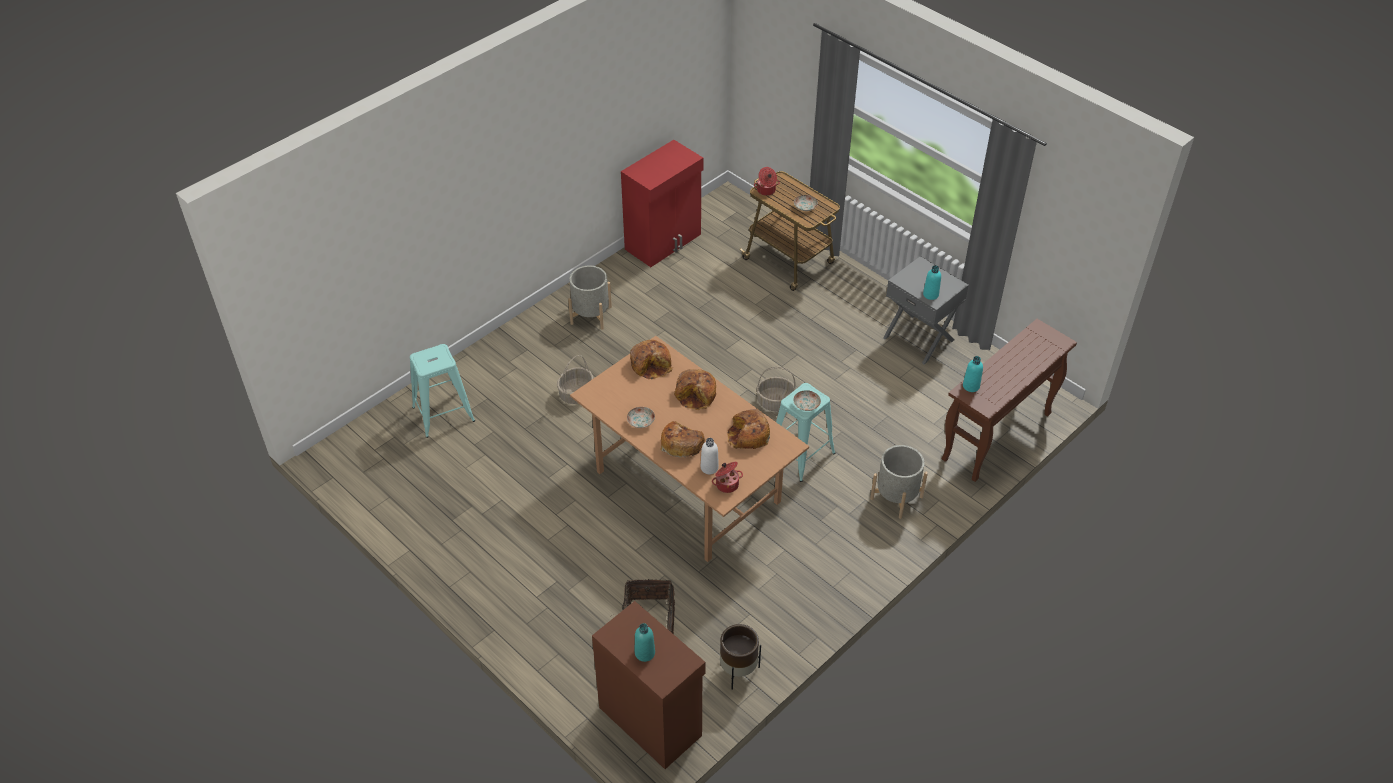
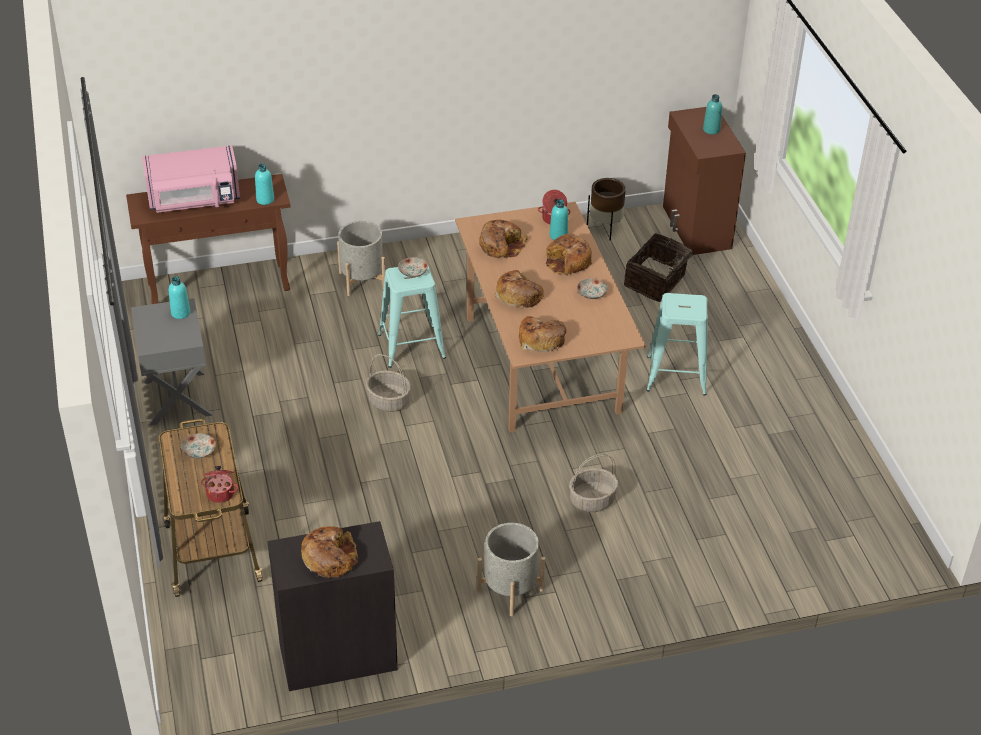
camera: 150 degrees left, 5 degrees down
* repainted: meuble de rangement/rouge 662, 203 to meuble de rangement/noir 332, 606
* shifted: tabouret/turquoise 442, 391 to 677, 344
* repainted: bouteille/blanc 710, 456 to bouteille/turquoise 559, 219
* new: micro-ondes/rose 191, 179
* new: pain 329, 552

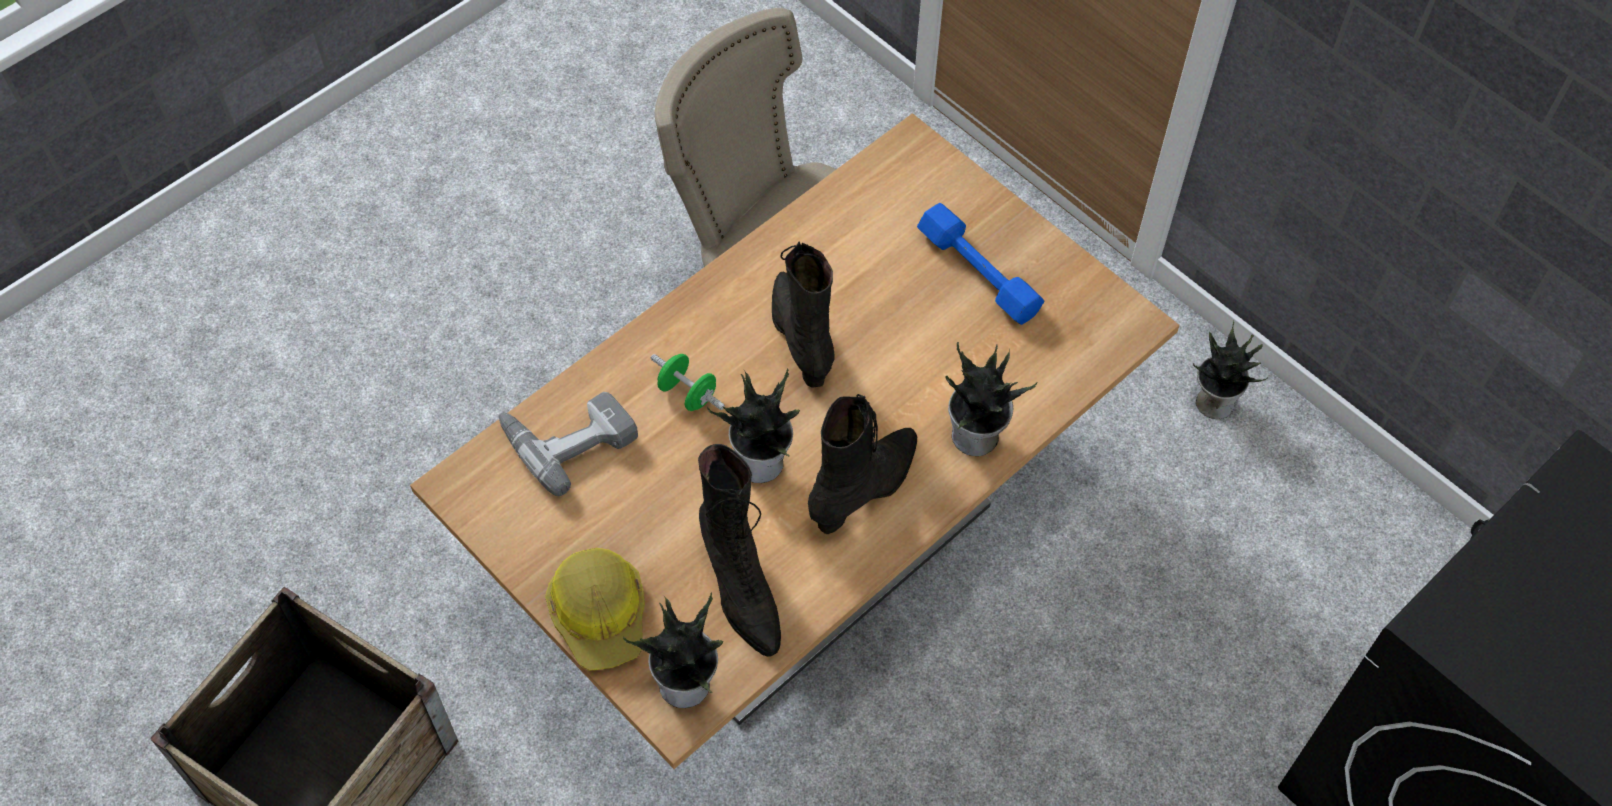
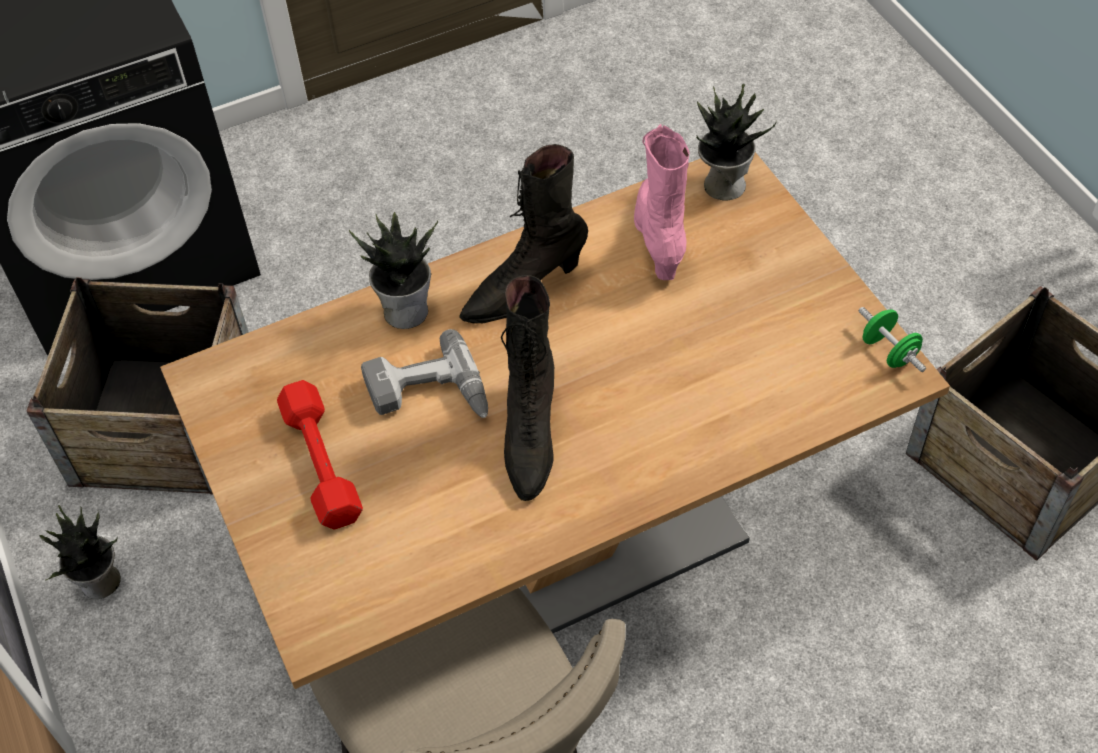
camera: 160 degrees left, 5 degrees down
* repainted: haltère/bleu 980, 264 to haltère/rouge 320, 455
* shifted: haltère/vert 688, 382 to 892, 339
* gone: plante en pot 753, 425
* shifted: perceuse 568, 444 to 424, 373
* repainted: botte/noir 739, 550 to botte/rose 661, 202
* gone: casque de chantier 595, 609
* new: caisse 137, 385

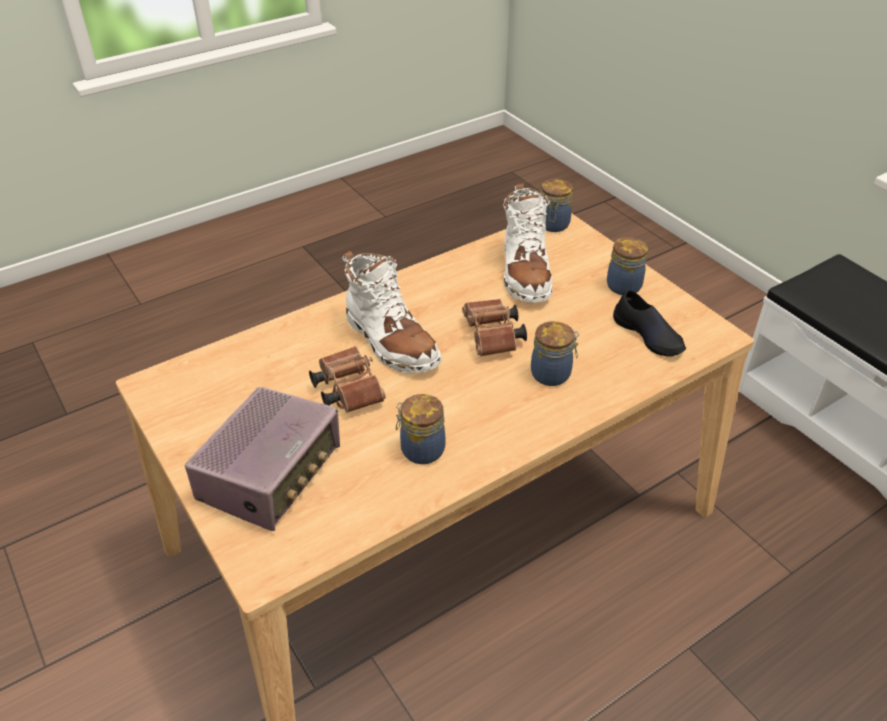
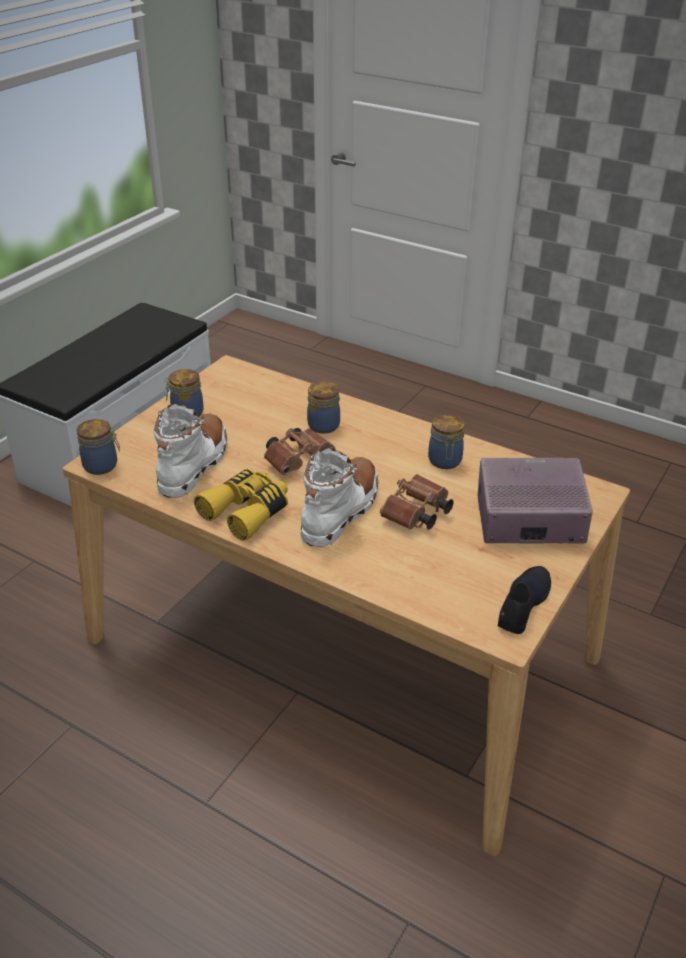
camera: 115 degrees left, 5 degrees down
* rotated: botte/blanc 527, 243 = 191, 451 45 degrees counterclockwise
* shifted: chaussure/noir 649, 323 to 524, 600
* new: jumelles/jaune 241, 505

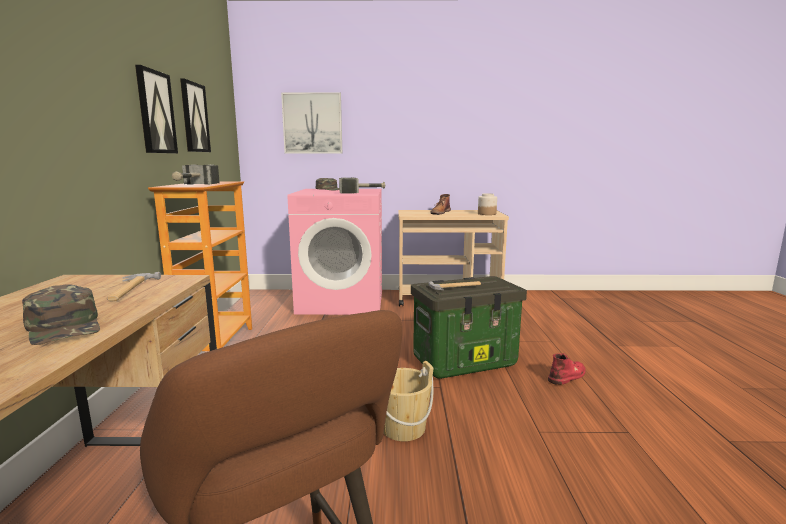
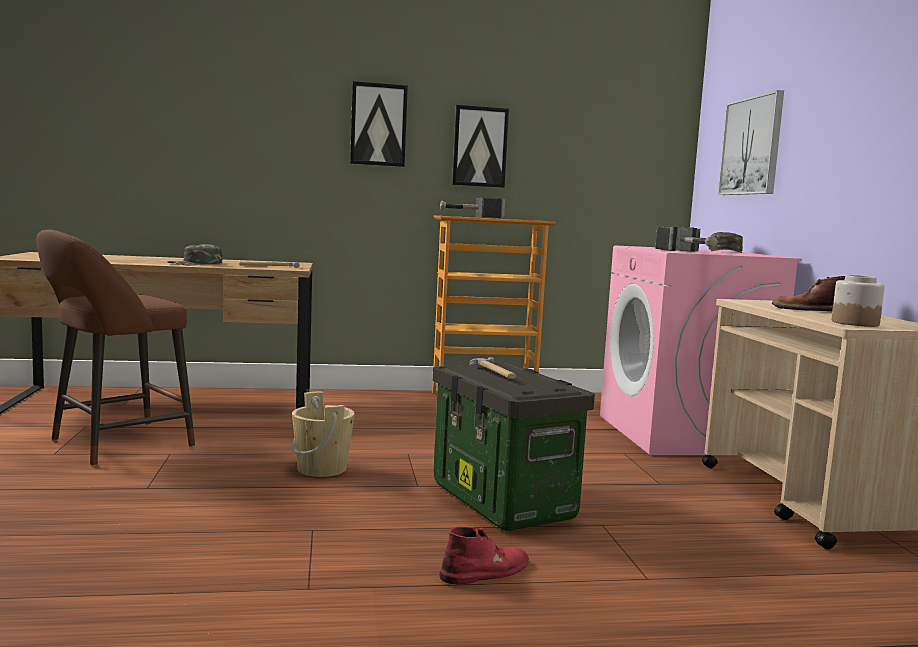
camera: 80 degrees right, 5 degrees down
* shifted: tableau 195, 115 to 379, 124
* rotated: botte/rouge 567, 369 = 484, 555 75 degrees counterclockwise

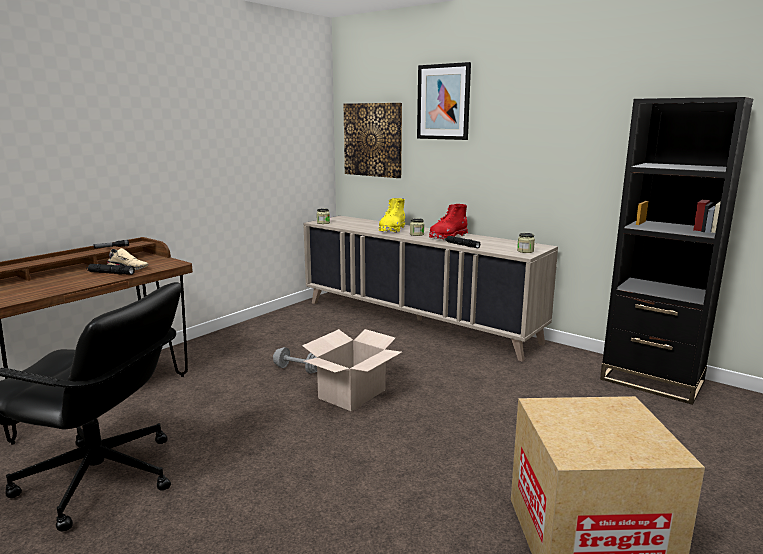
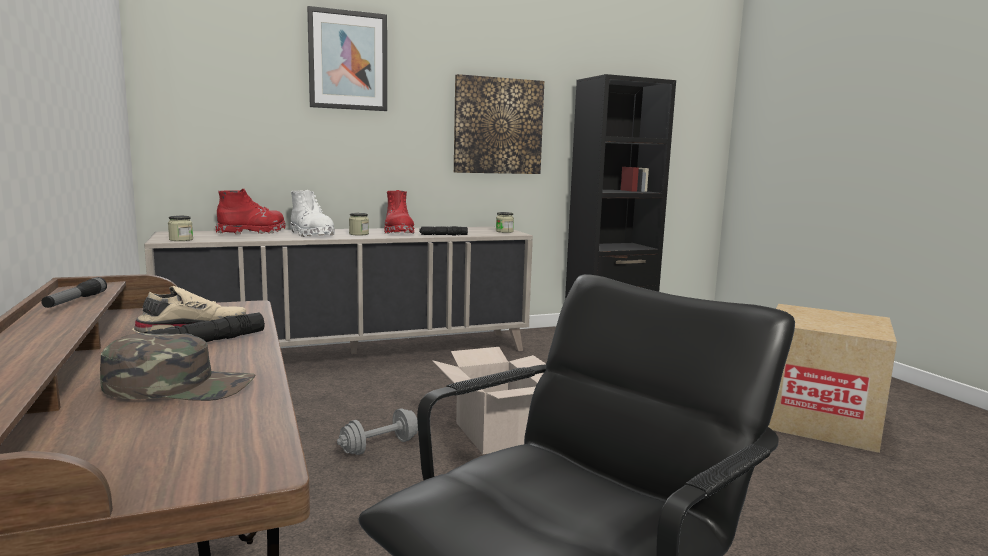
camera: 60 degrees left, 5 degrees down
* shifted: tableau 372, 140 to 499, 124
* repainted: botte/jaune 392, 215 to botte/blanc 312, 213
* new: botte/rouge 250, 211
* new: casquette/vert 177, 367

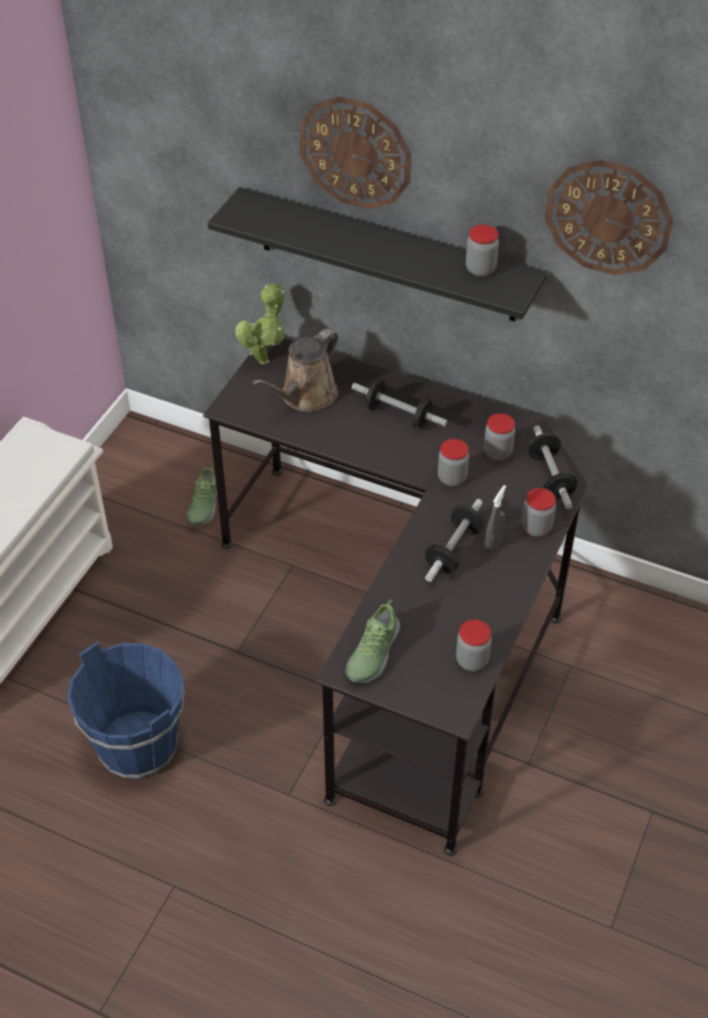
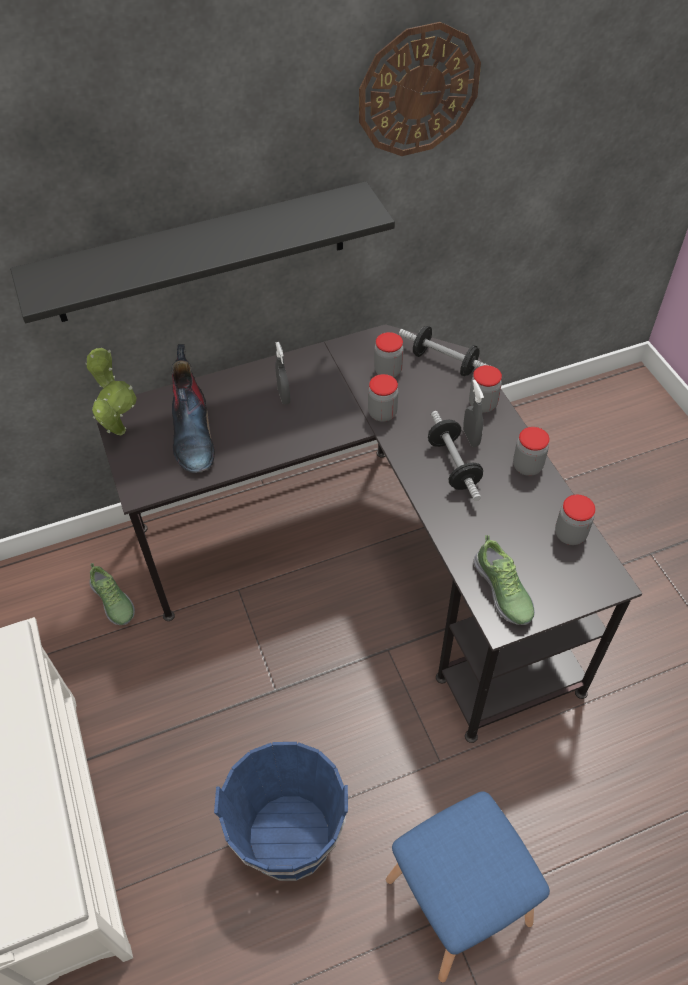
camera: 45 degrees left, 5 degrees up
* gone: horloge murale 355, 153
* shifted: bocal 482, 251 to 531, 451
* swapped: arrosoir/marron 295, 370 to botte 193, 408
* swapped: haltère 399, 404 to vaporisateur/gris 283, 373
* new: tabouret/bleu 468, 886

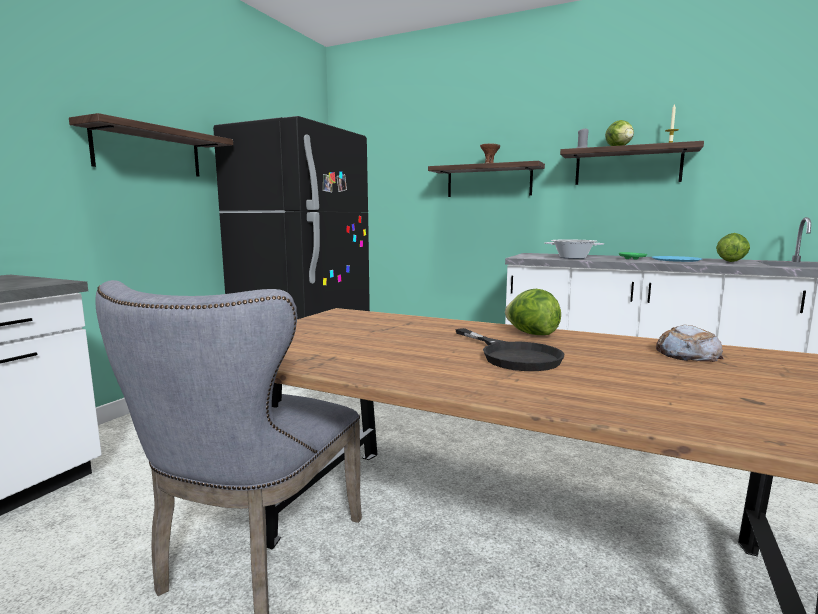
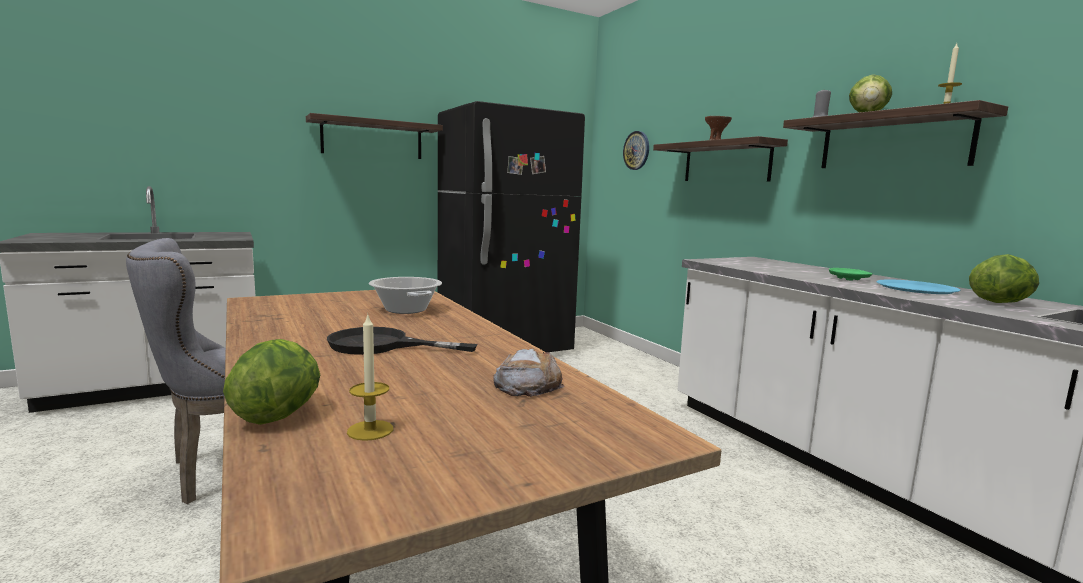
camera: 35 degrees right, 0 degrees up
* shifted: marmite 574, 249 to 405, 295
* shifted: laitue 533, 312 to 271, 382
* rotated: poêle/noir 509, 349 = 402, 341 90 degrees clockwise
* new: horloge murale 636, 150
* new: bougie 370, 377

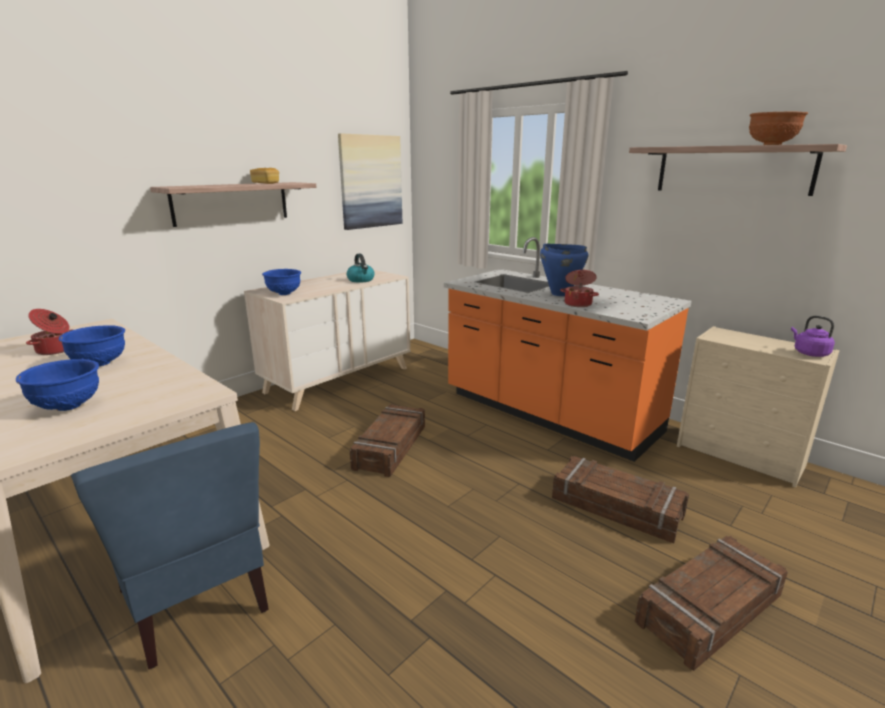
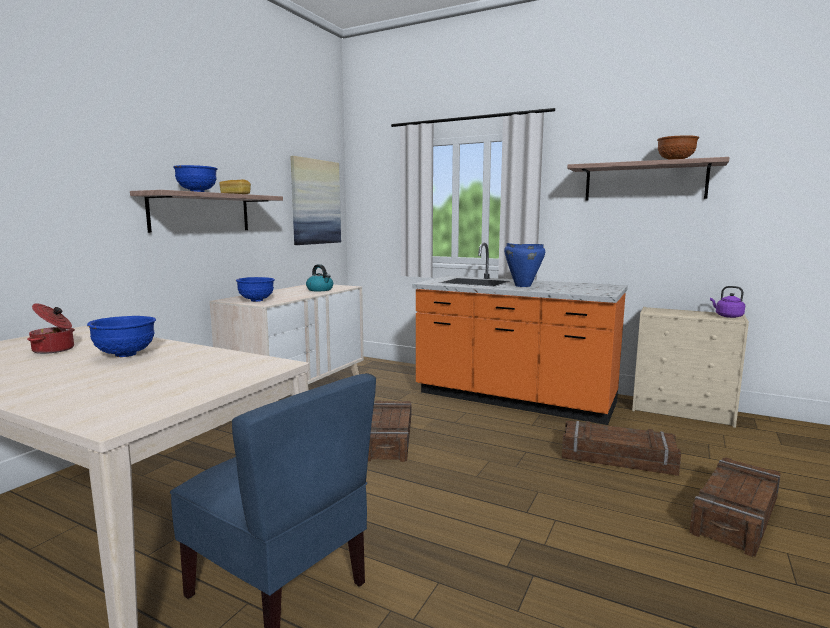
camera: 15 degrees left, 10 degrees down
* gone: marmite 579, 288
* shifted: bol/bleu 57, 385 to 195, 178

